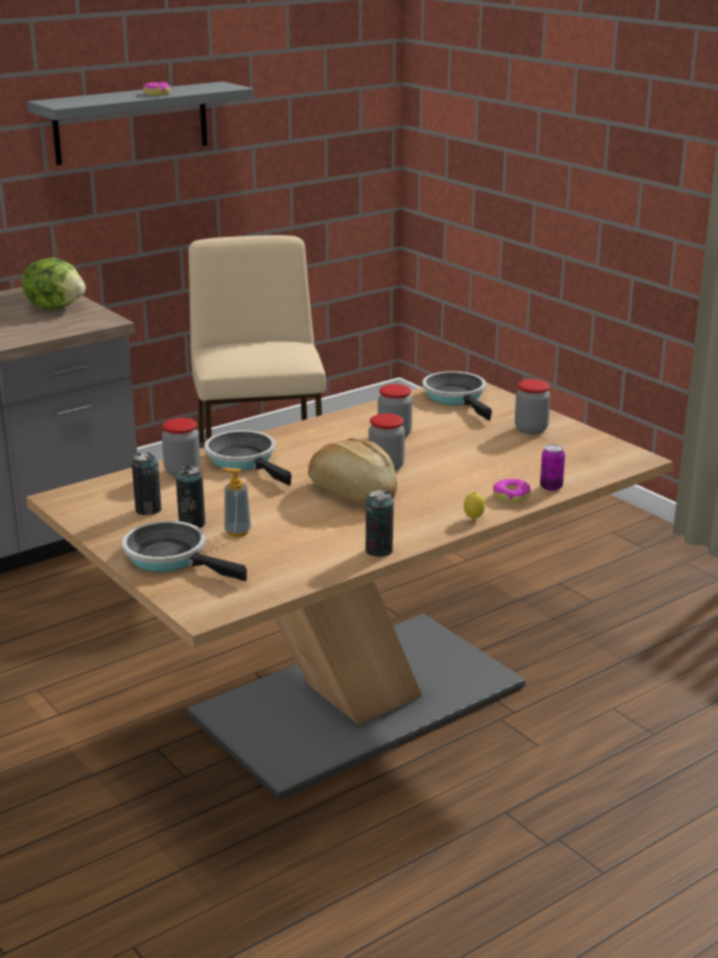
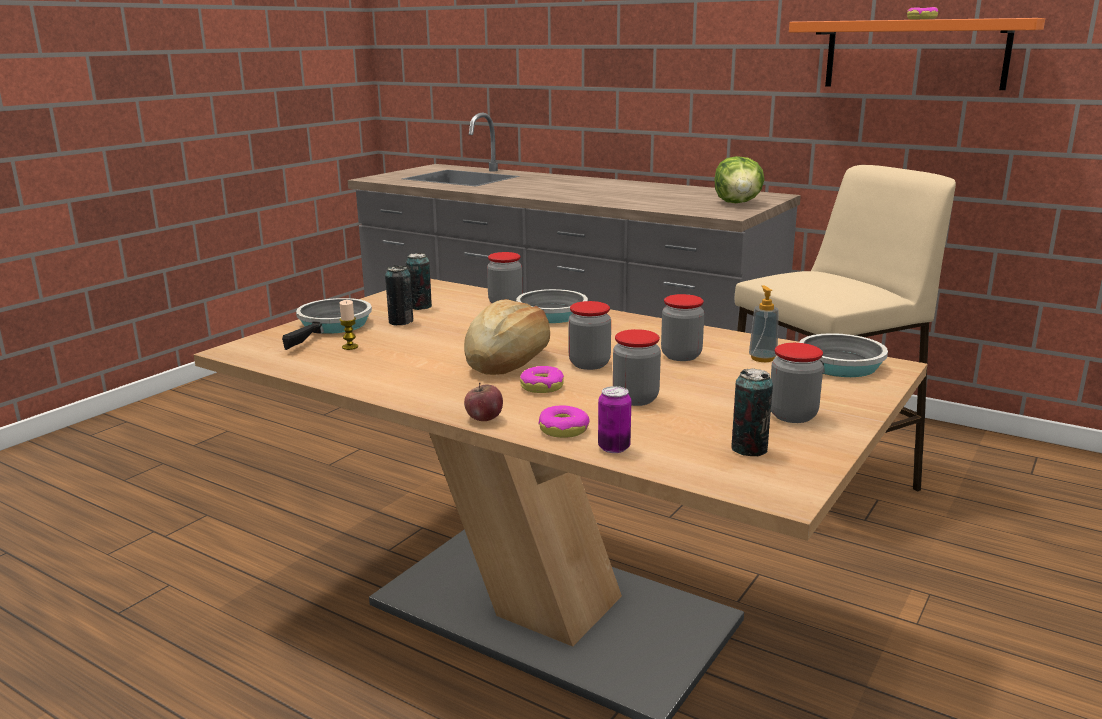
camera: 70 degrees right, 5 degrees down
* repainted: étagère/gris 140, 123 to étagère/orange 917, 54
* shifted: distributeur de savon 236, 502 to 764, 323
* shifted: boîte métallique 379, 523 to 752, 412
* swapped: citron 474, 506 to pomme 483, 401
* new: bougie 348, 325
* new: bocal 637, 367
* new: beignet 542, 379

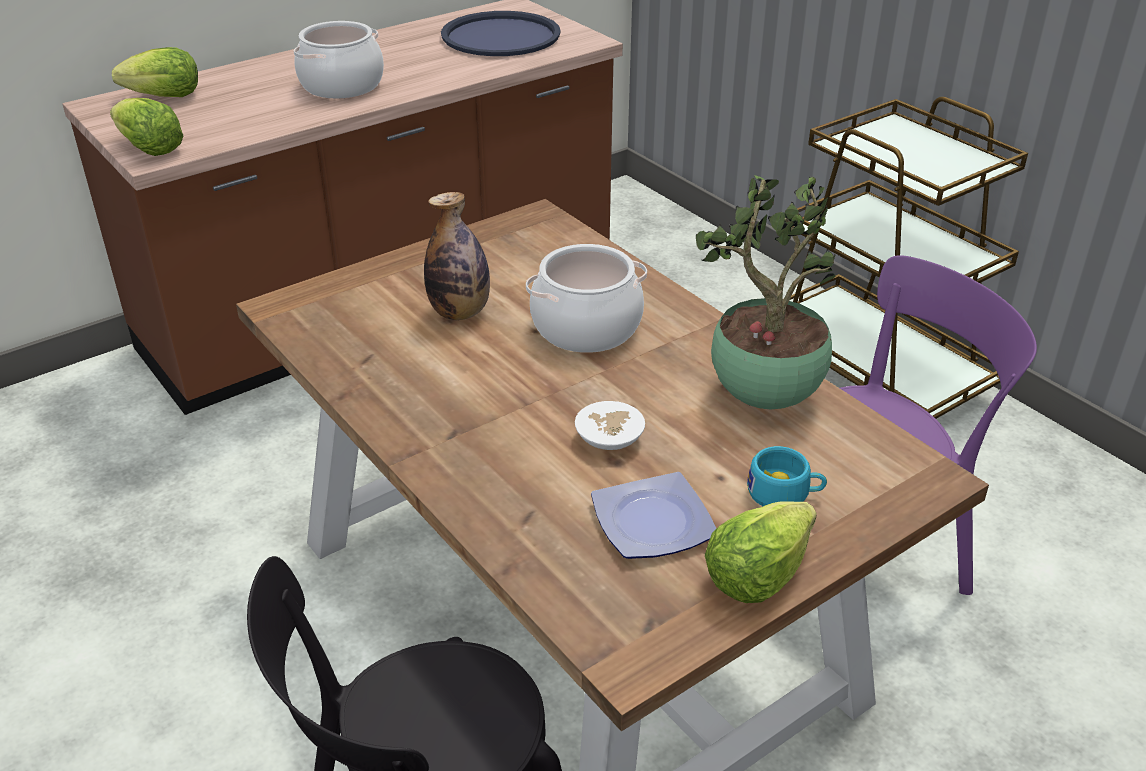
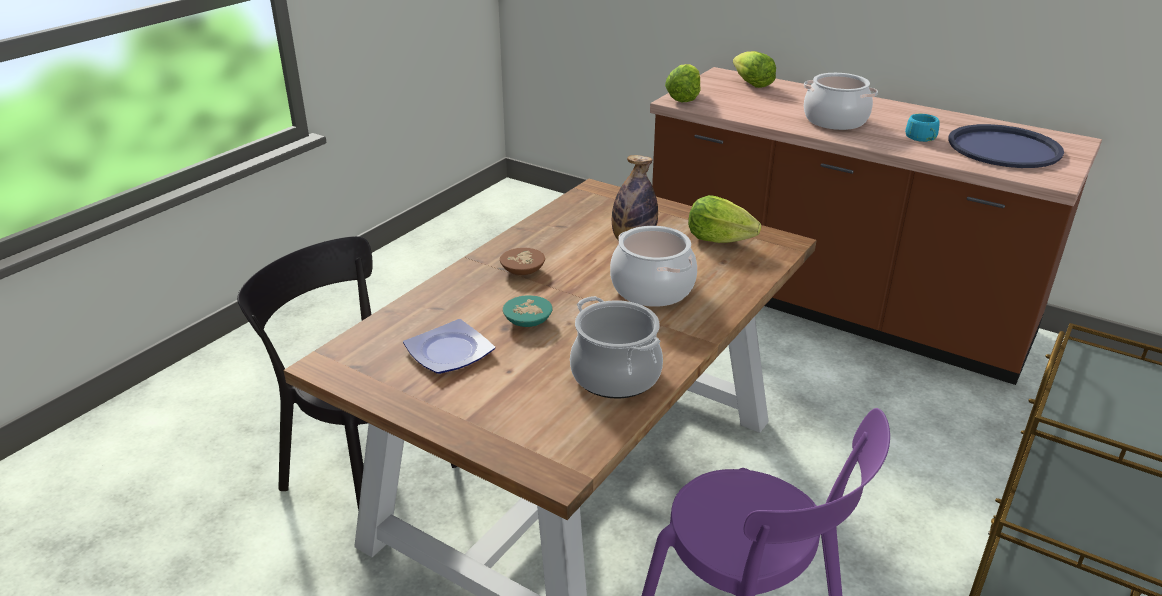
camera: 70 degrees right, 5 degrees down
* swapped: plante en pot 766, 292 to marmite 616, 347
* repainted: bol/blanc 610, 425 to bol/turquoise 527, 311
* shifted: tasse/turquoise 787, 476 to 922, 128
* shifted: laitue 761, 552 to 724, 219
* new: bol/marron 522, 261

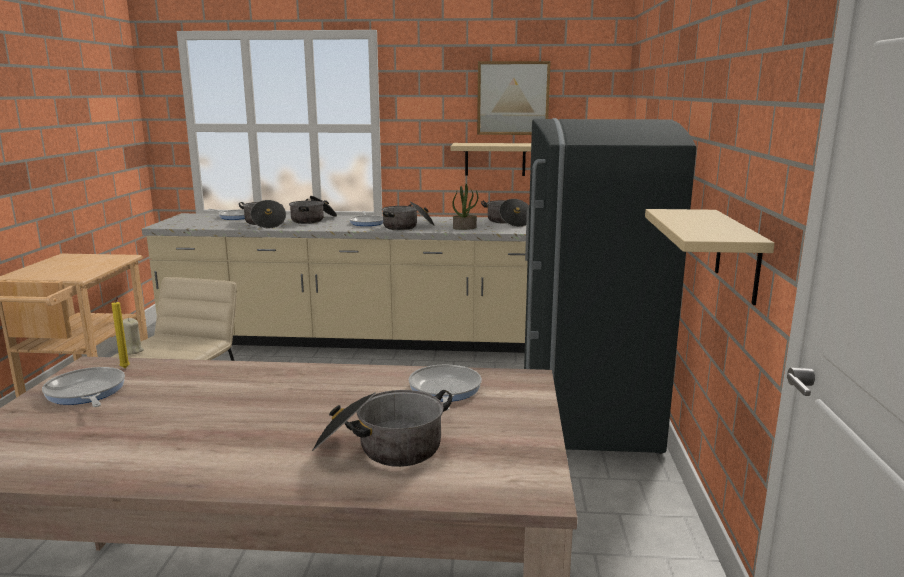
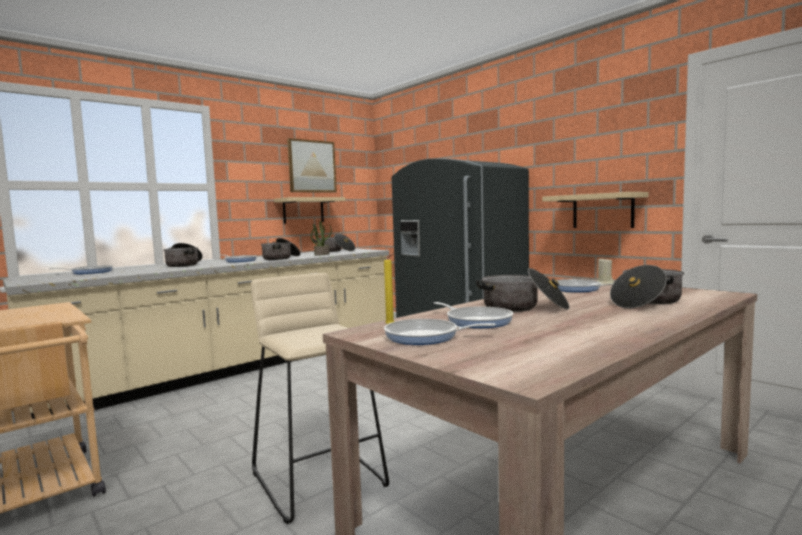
camera: 45 degrees left, 10 degrees down
* shifted: marmite 262, 214 to 523, 290
* shifted: bougie/beige 133, 336 to 605, 272
* new: poêle 473, 315

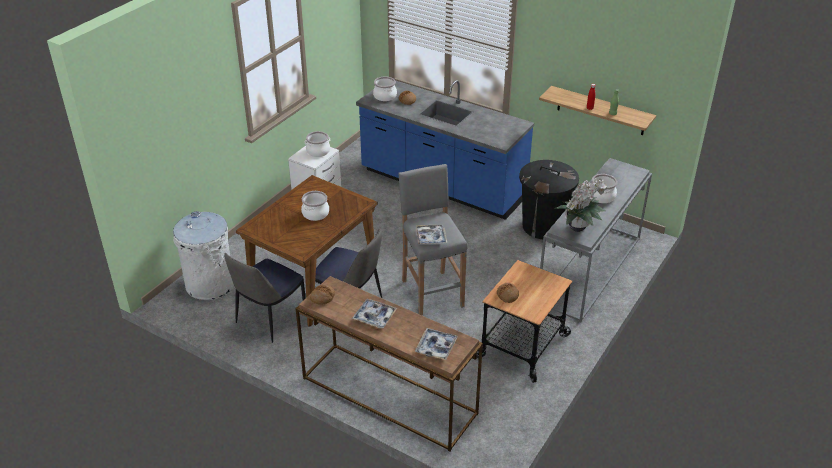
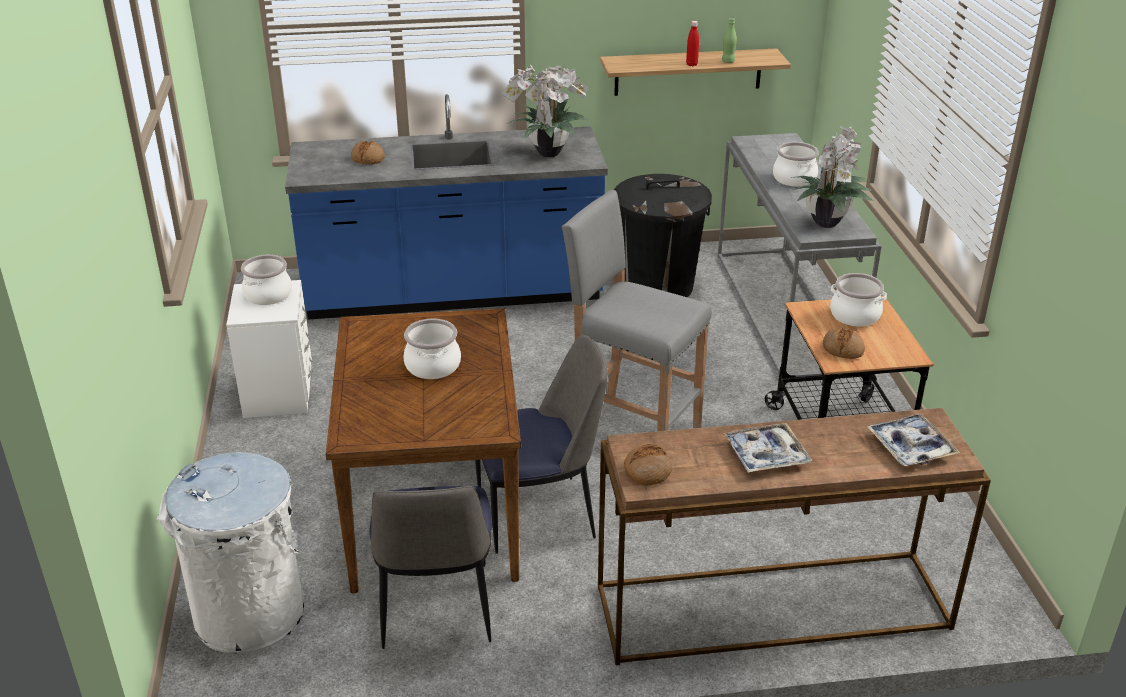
camera: 40 degrees left, 5 degrees down
* shifted: marmite 385, 88 to 858, 300
* gone: plateau 431, 234
* new: plante en pot 545, 111

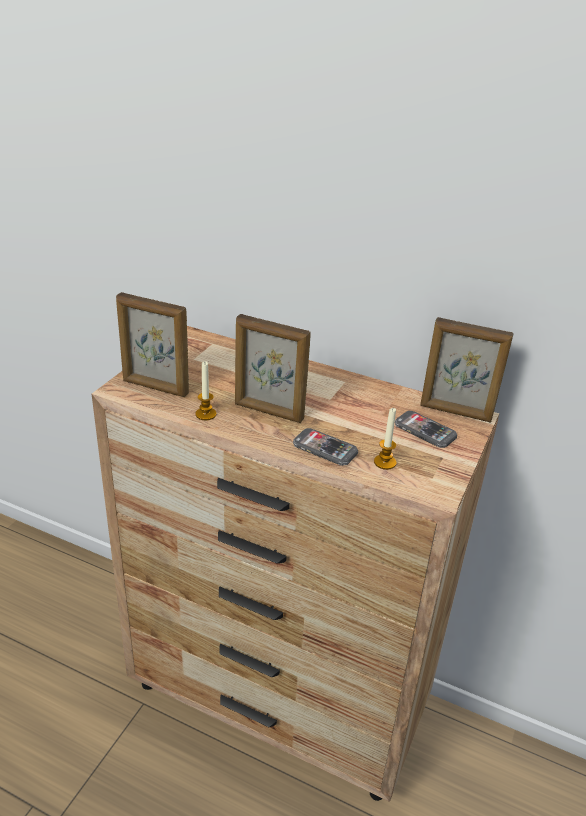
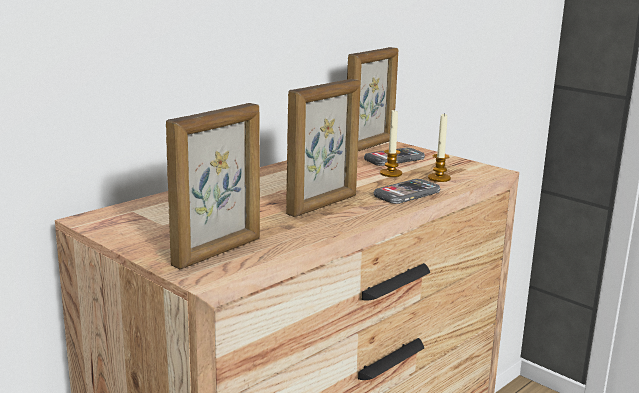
camera: 70 degrees left, 15 degrees down
* shifted: bougie 206, 390 to 391, 143

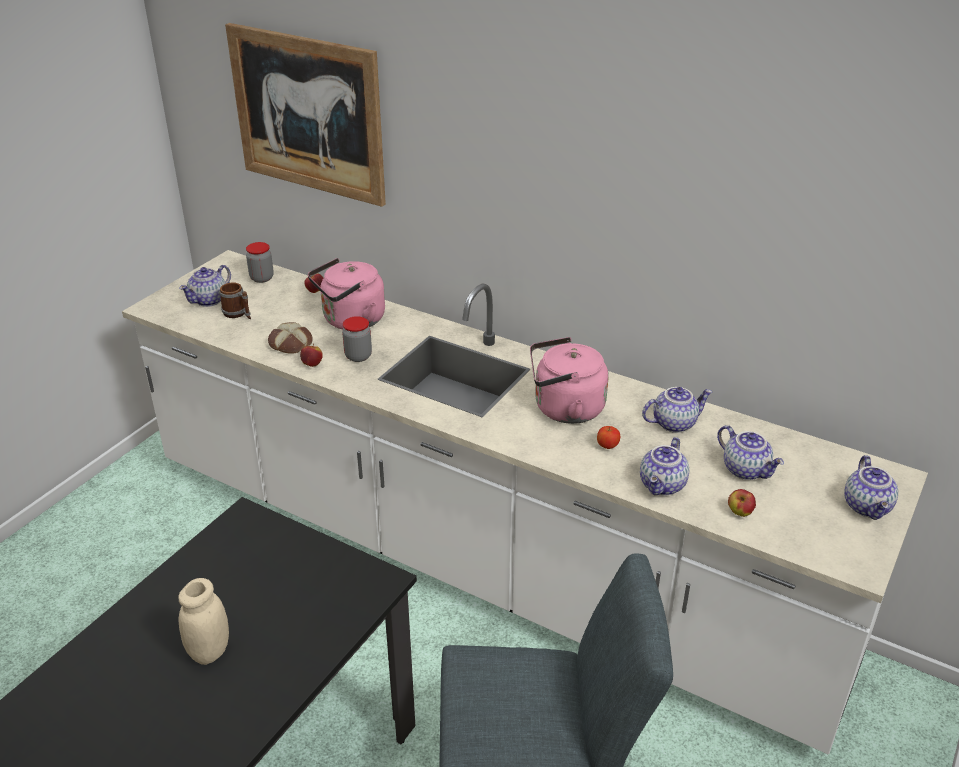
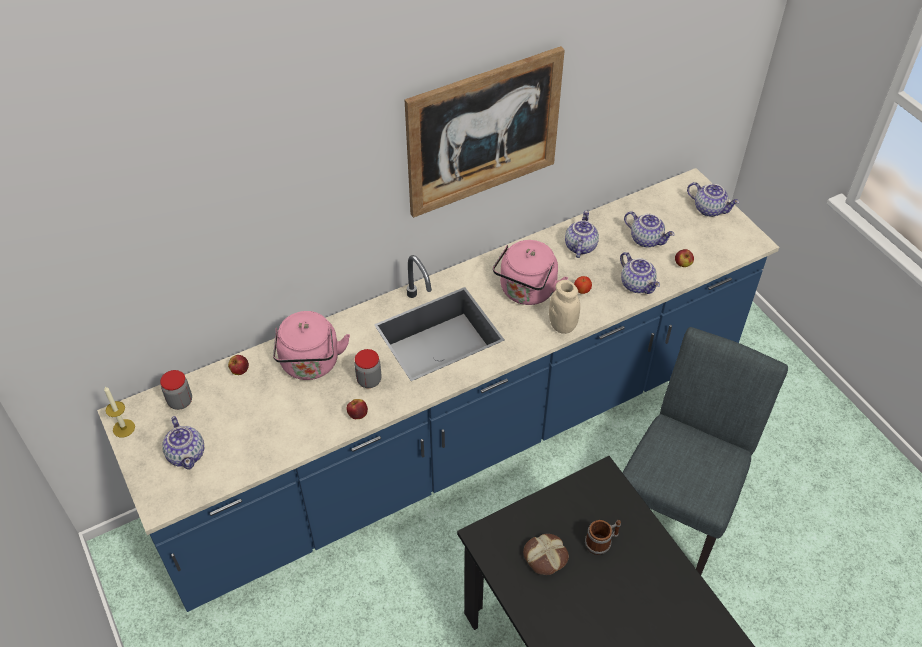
camera: 60 degrees left, 15 degrees up
* shifted: tableau 305, 115 to 485, 132
* repainted: comptoir de cuisine/blanc 525, 502 to comptoir de cuisine/bleu 438, 390
* shifted: mug 235, 301 to 603, 537
* shifted: pain 290, 338 to 546, 554
* rotated: théière 750, 452 = 649, 229 45 degrees clockwise
* shifted: bocal/beige 203, 621 to 564, 307
* new: bougie 119, 412

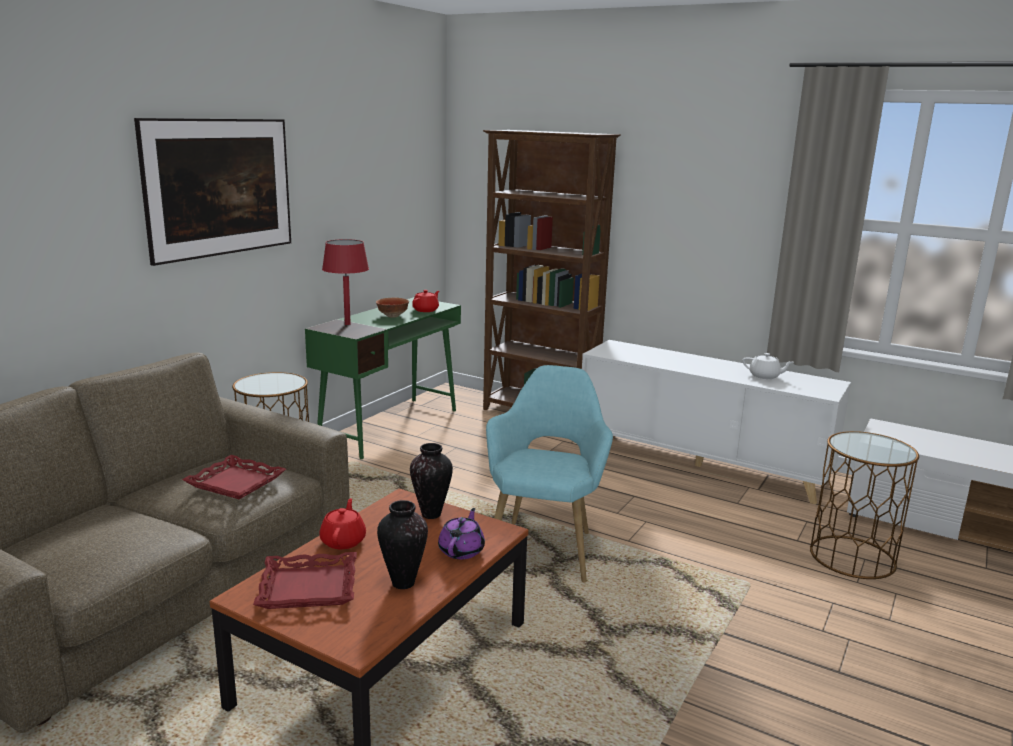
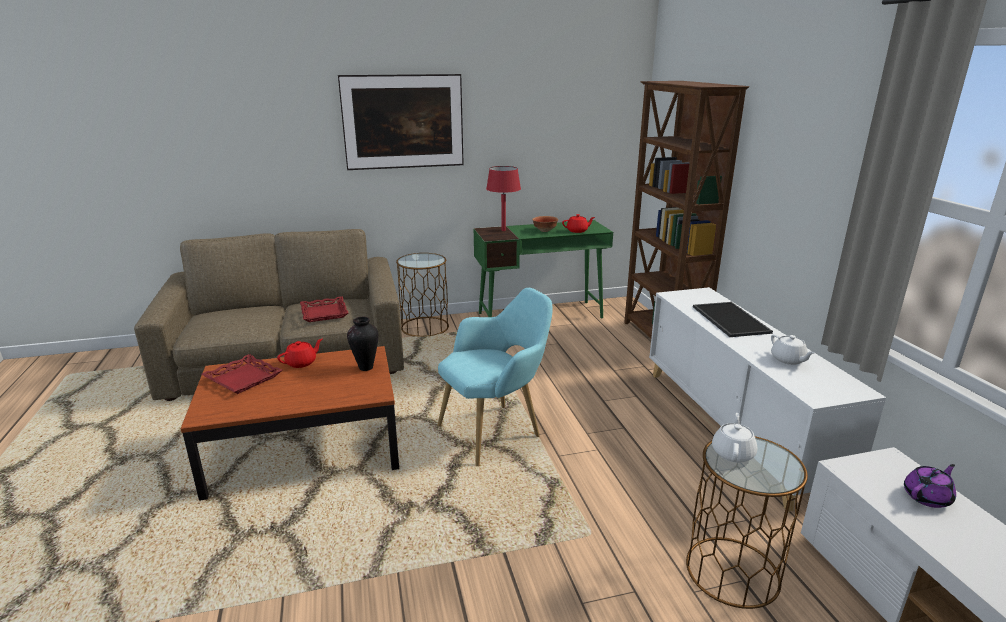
camera: 45 degrees right, 5 degrees up
* gone: vase 402, 544
* shifted: théière/violet 461, 533 to 930, 486
* new: plateau 733, 319
* new: théière/blanc 735, 438

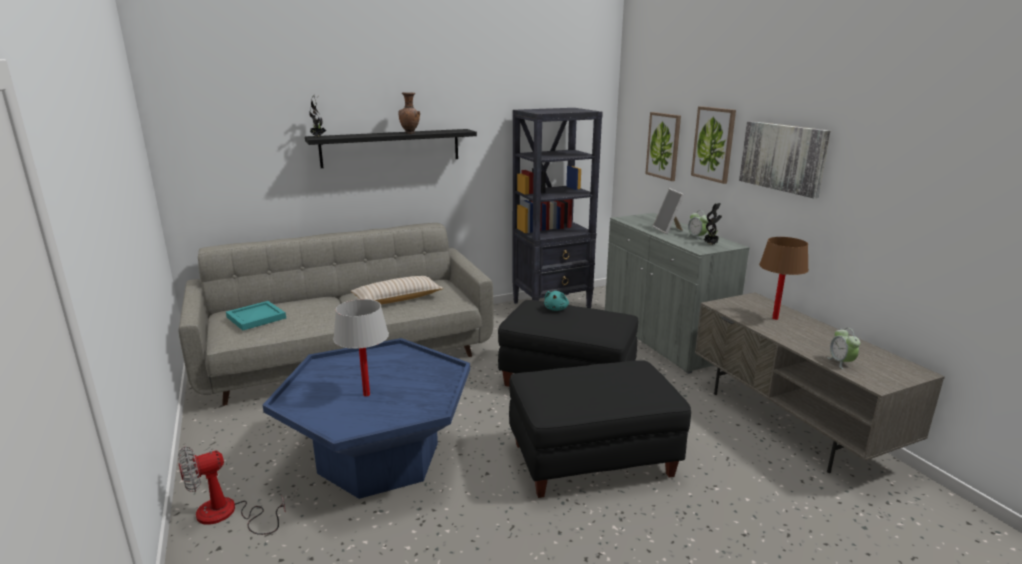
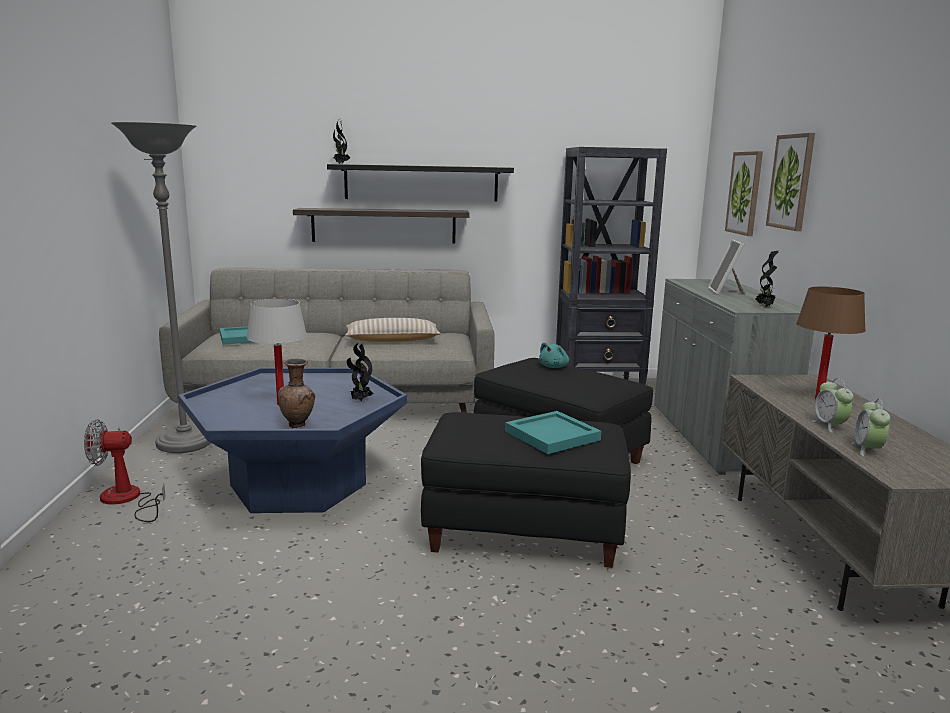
camera: 20 degrees right, 5 degrees down
* shifted: vase/marron 409, 113 to 296, 393
* gone: tableau 784, 159
* shifted: réveil 698, 225 to 832, 405
* new: lampadaire/gris 161, 287
* new: étagère 381, 226
* new: plante en pot 360, 372
* new: plateau/turquoise 553, 432

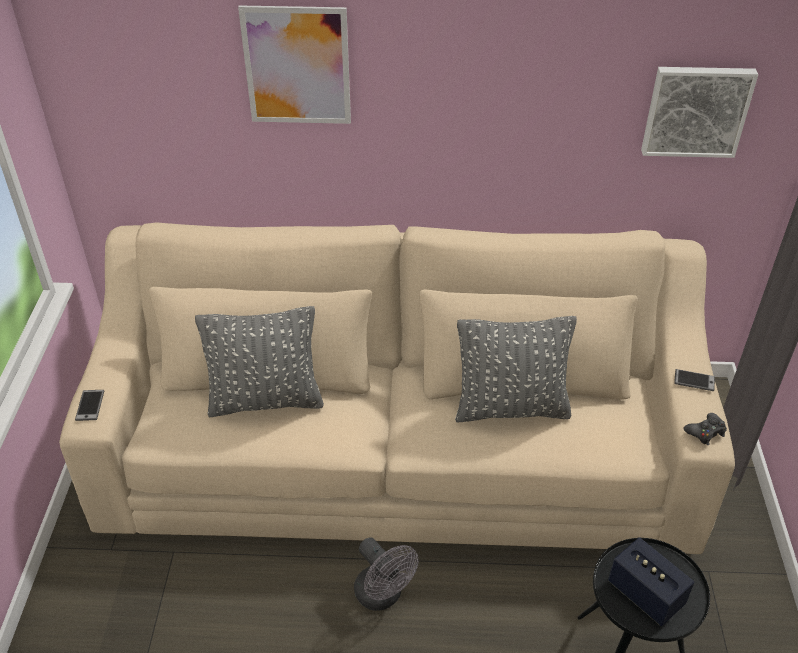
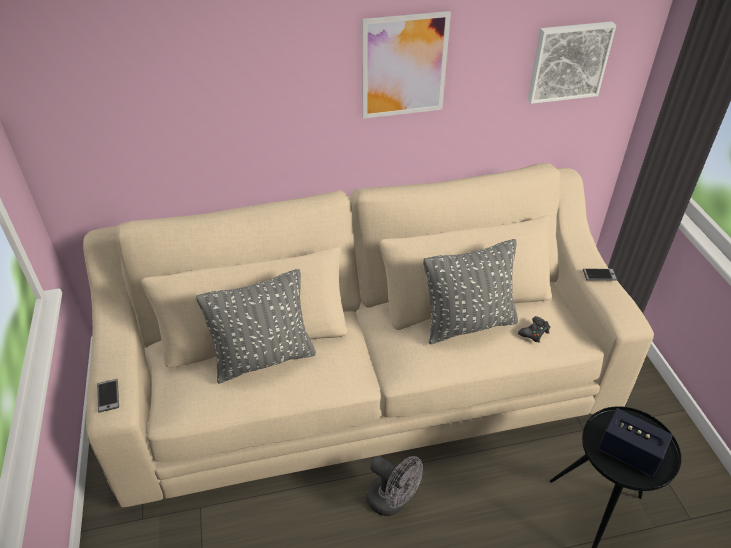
camera: 15 degrees left, 0 degrees up
* shifted: tableau 294, 64 to 406, 65
* shifted: manette/noir 705, 429 to 534, 329

